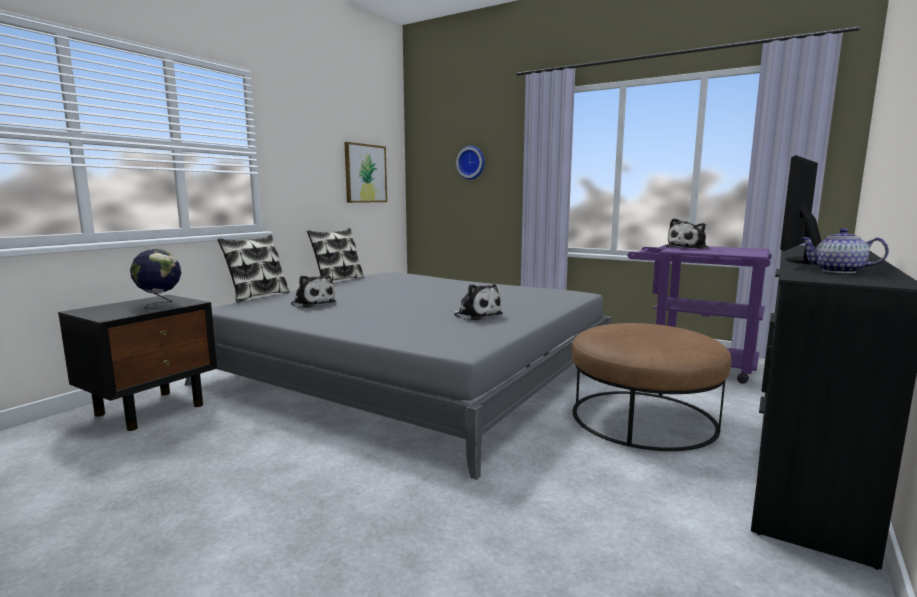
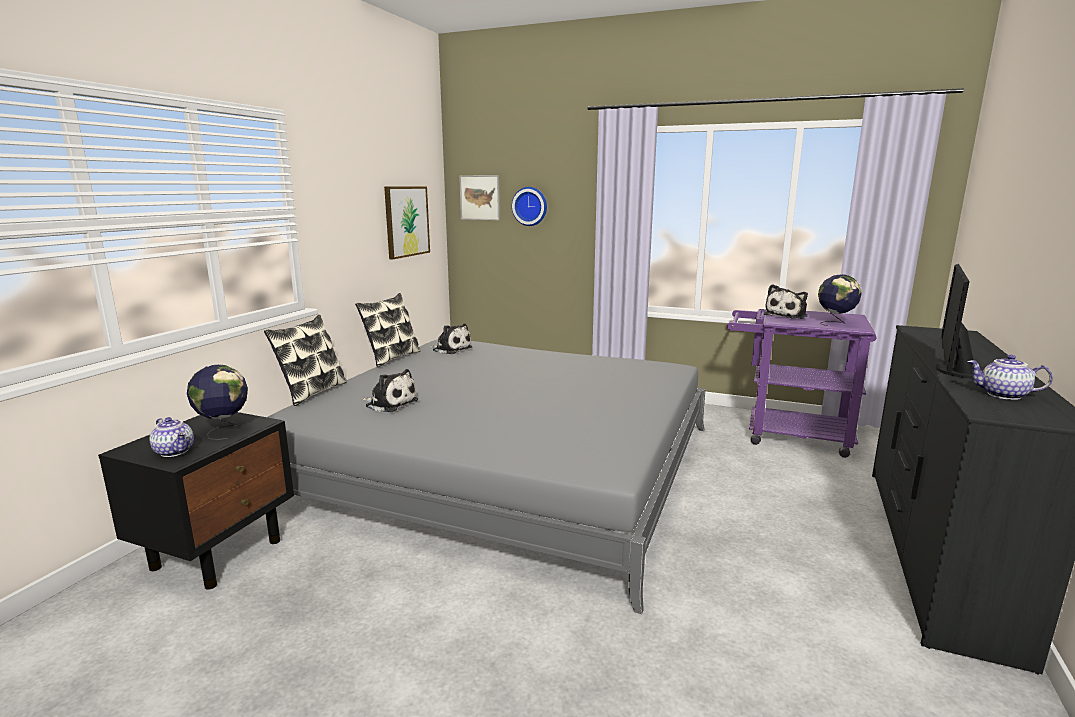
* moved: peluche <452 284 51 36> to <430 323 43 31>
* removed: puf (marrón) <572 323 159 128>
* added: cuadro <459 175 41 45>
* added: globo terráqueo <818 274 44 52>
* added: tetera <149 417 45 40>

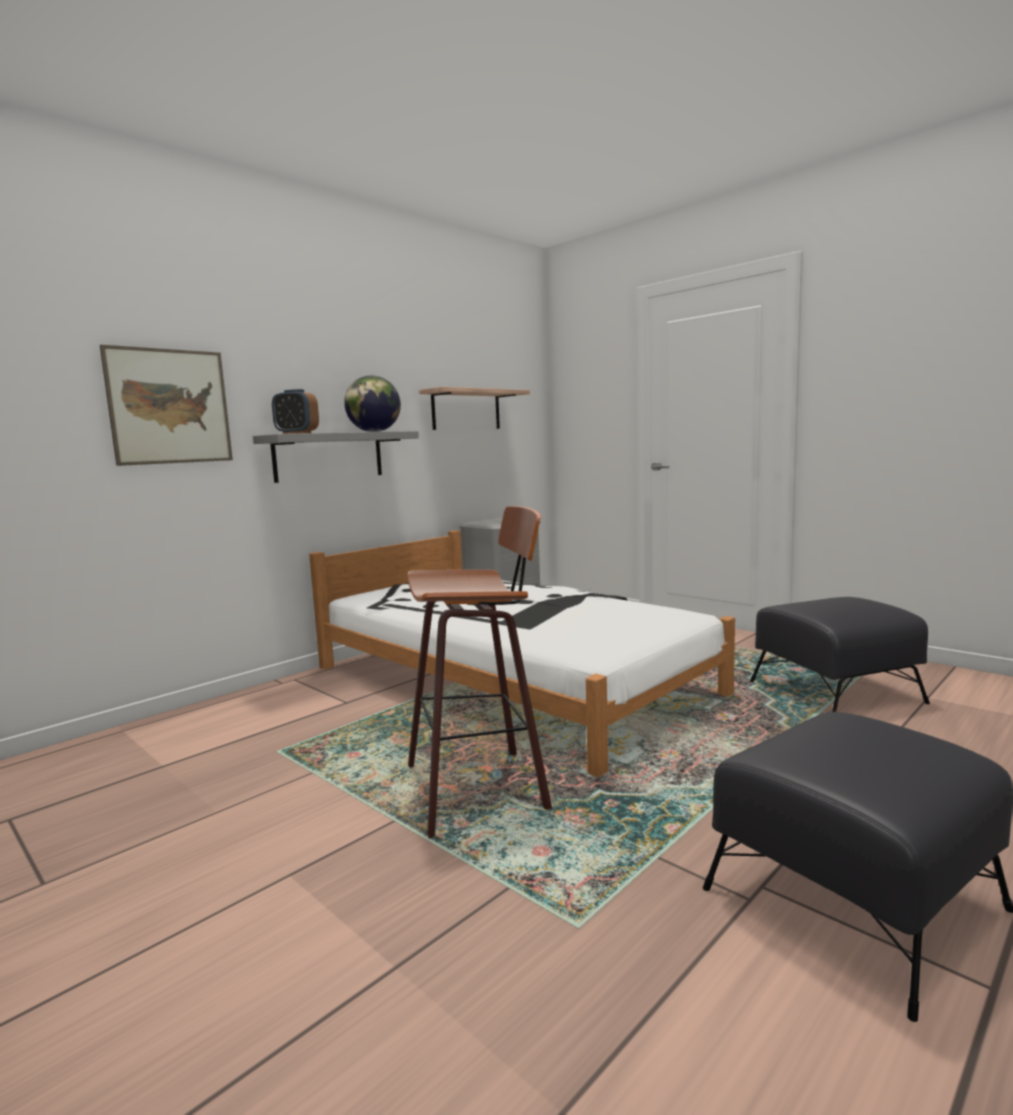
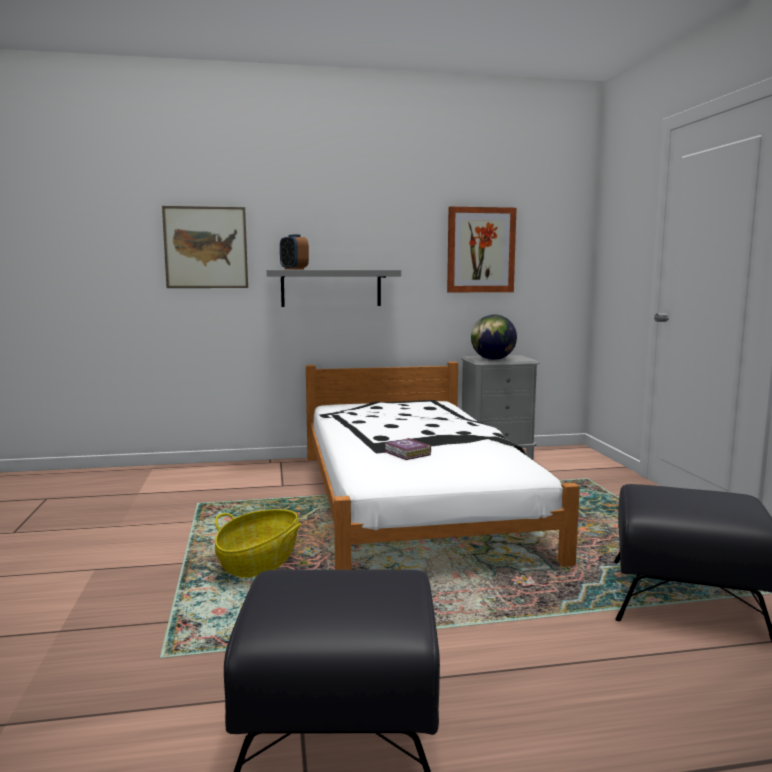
* moved: globo terráqueo <344 375 57 57> to <471 315 46 45>
* replaced: estante <419 387 111 43> to cuadro <447 207 69 85>
* replaced: taburete <407 506 145 333> to cesta <215 509 86 69>
* added: libro <384 438 47 22>

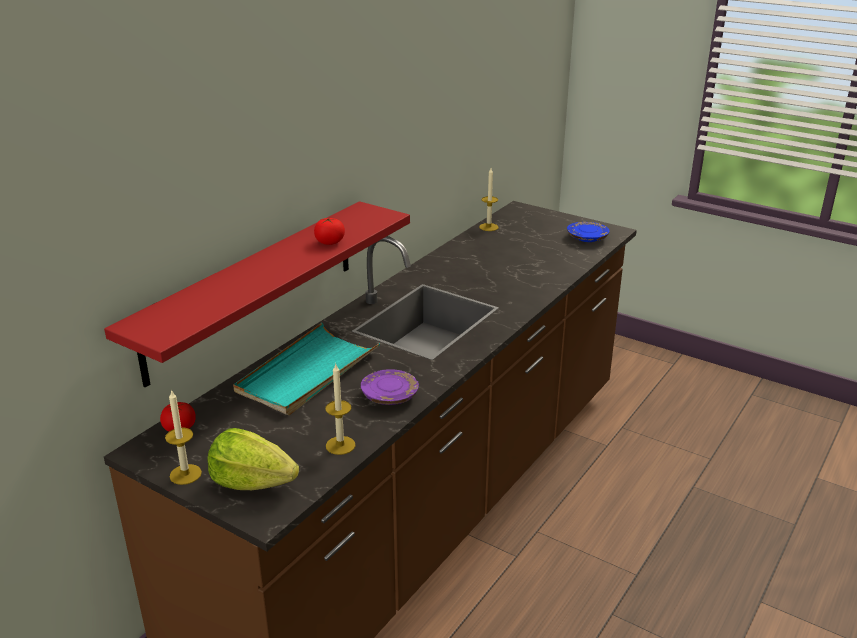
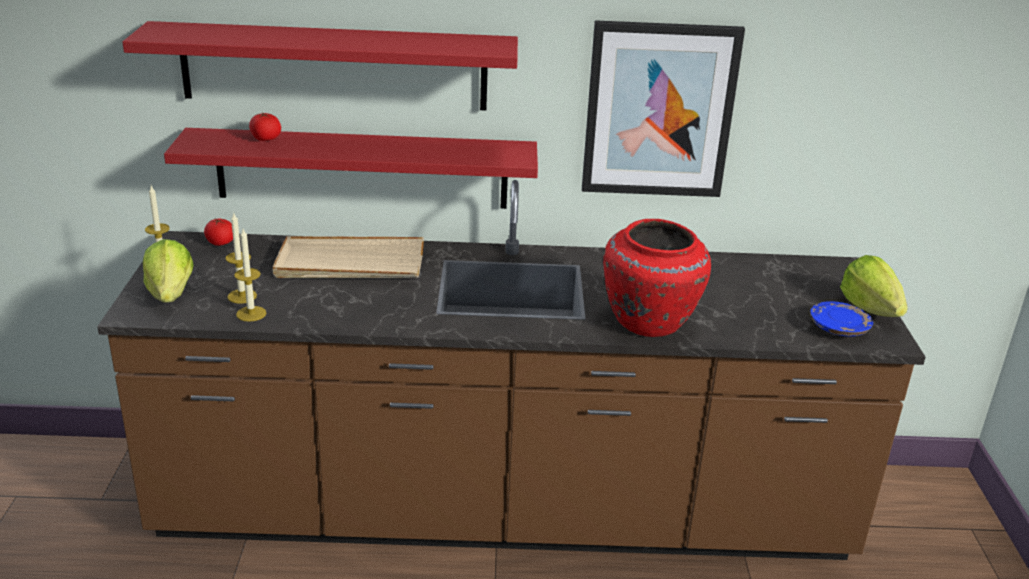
* moved: vela <479 169 19 62> to <225 213 32 90>
* moved: tomate <314 217 31 28> to <249 113 32 28>
* recoloured: bandeja (turquesa) <233 323 147 92> to bandeja (beis) <273 236 151 42>
* removed: plato (morado) <361 369 58 36>
* added: cuadro <582 20 163 177>
* added: estante (rojo) <122 21 396 89>
* added: florero (rojo) <603 219 108 118>
* added: lechuga <840 255 68 62>

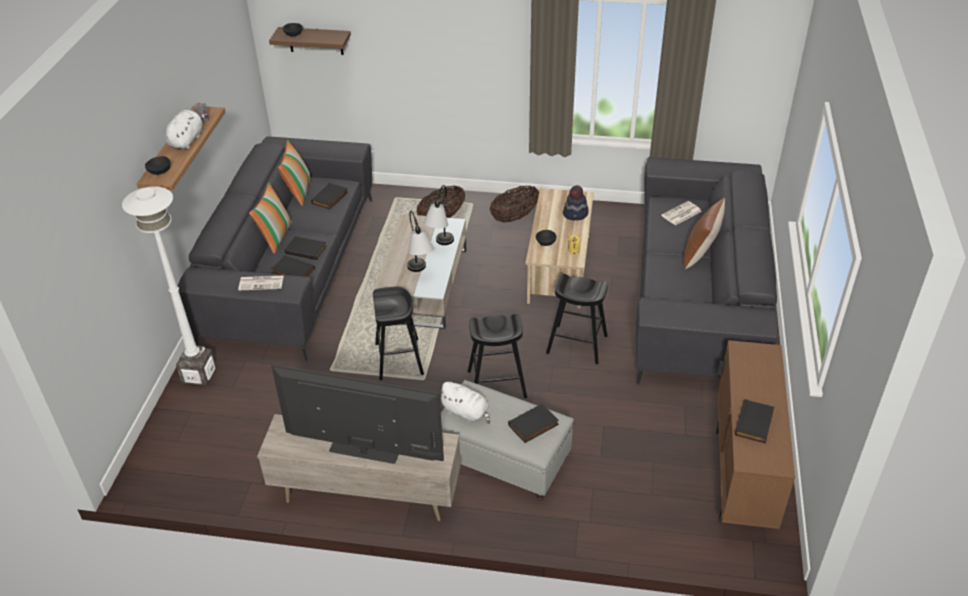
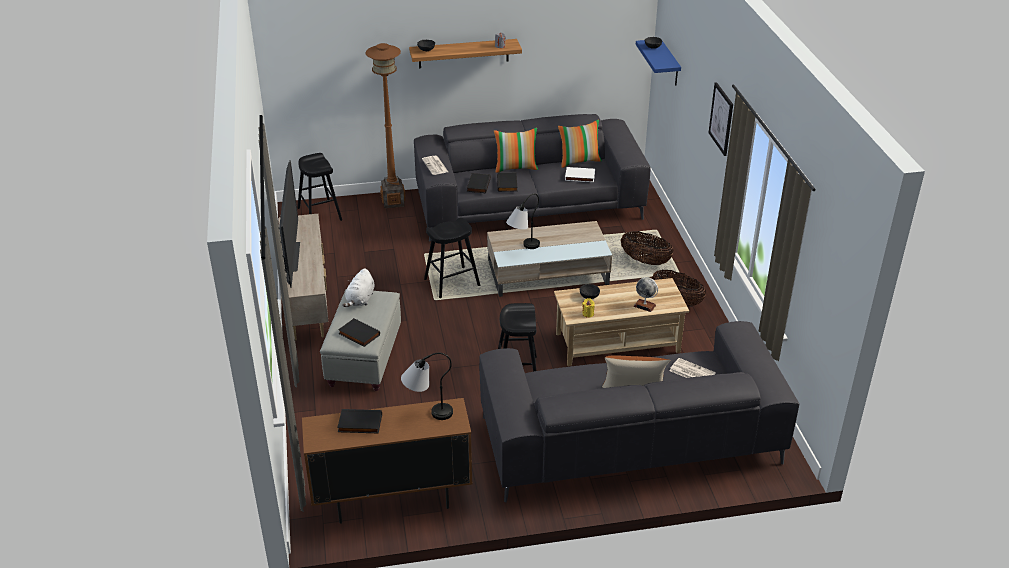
* recoloured: estante (marrón) <269 27 82 28> to estante (azul) <636 40 45 45>
* removed: peluche (blanco) <165 110 42 39>
* recoloured: libro (negro) <311 183 36 26> to libro (blanco) <565 167 30 15>
* moved: lámpara de mesa <423 185 31 60> to <401 353 52 67>
* replaced: sombrero <563 185 26 36> to globo terráqueo <633 277 25 35>
* recoloured: lámpara de pie (blanco) <122 186 94 201> to lámpara de pie (marrón) <365 43 41 165>
* moved: taburete (negro) <467 314 60 84> to <298 153 44 68>
* added: cuadro <709 82 24 74>

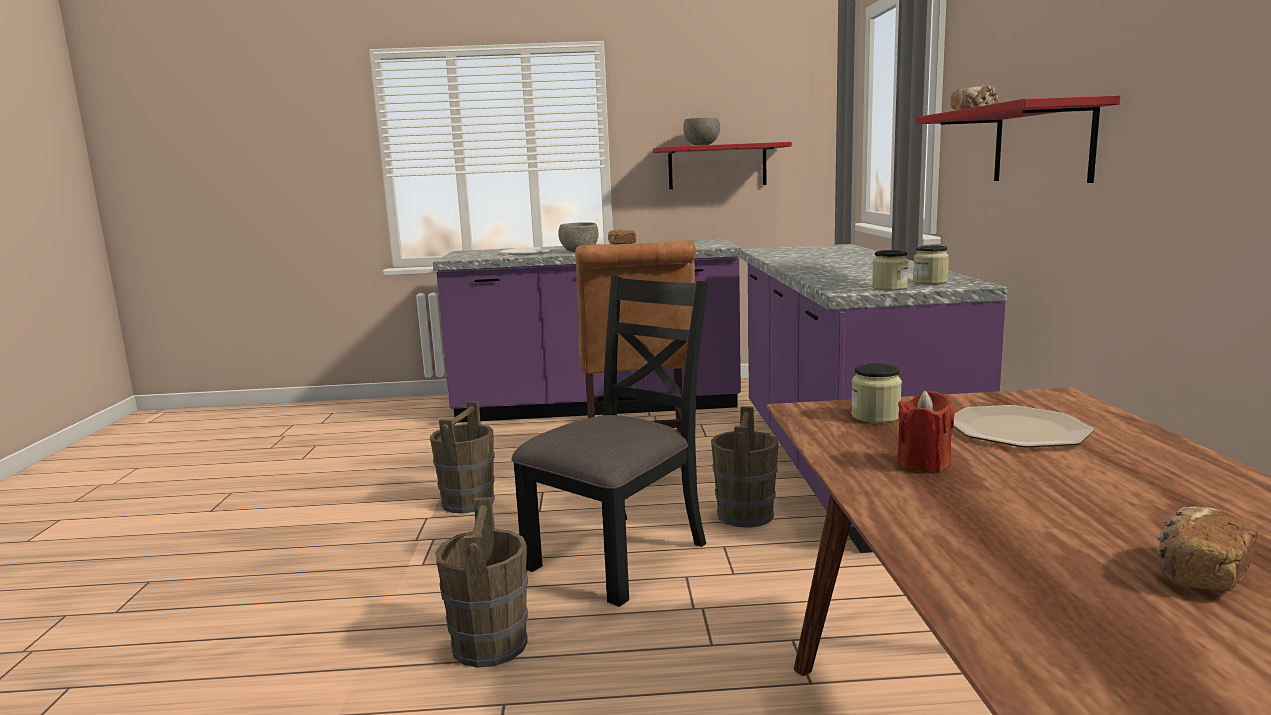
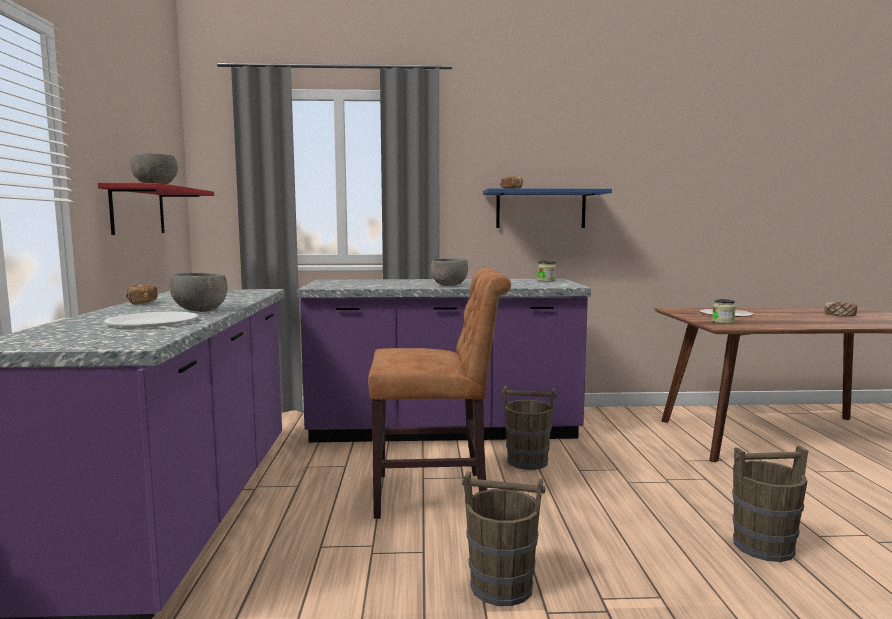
* recoloured: estante (rojo) <916 95 204 88> to estante (azul) <483 188 129 40>
* removed: tarro <872 250 37 41>
* removed: silla (negro) <511 275 197 332>
* removed: vela (rojo) <898 390 56 82>
* added: cuenco (gris) <431 258 37 28>

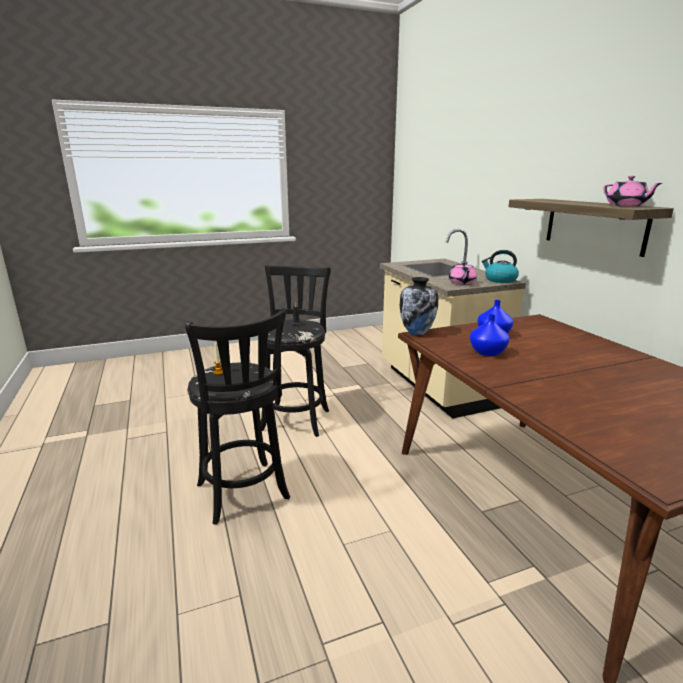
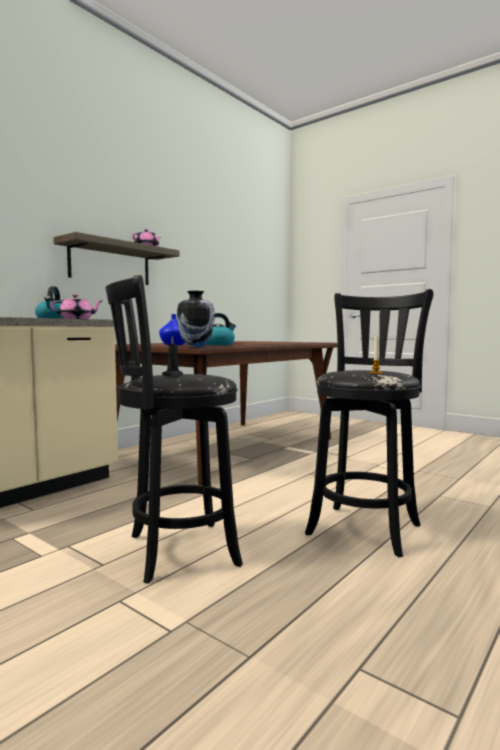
* replaced: florero (azul) <470 314 40 42> to hervidor <206 313 30 32>

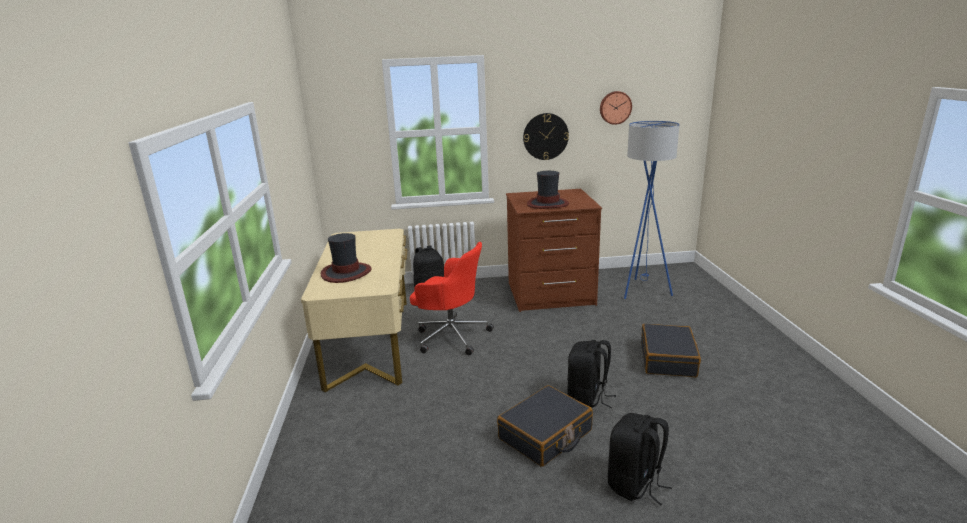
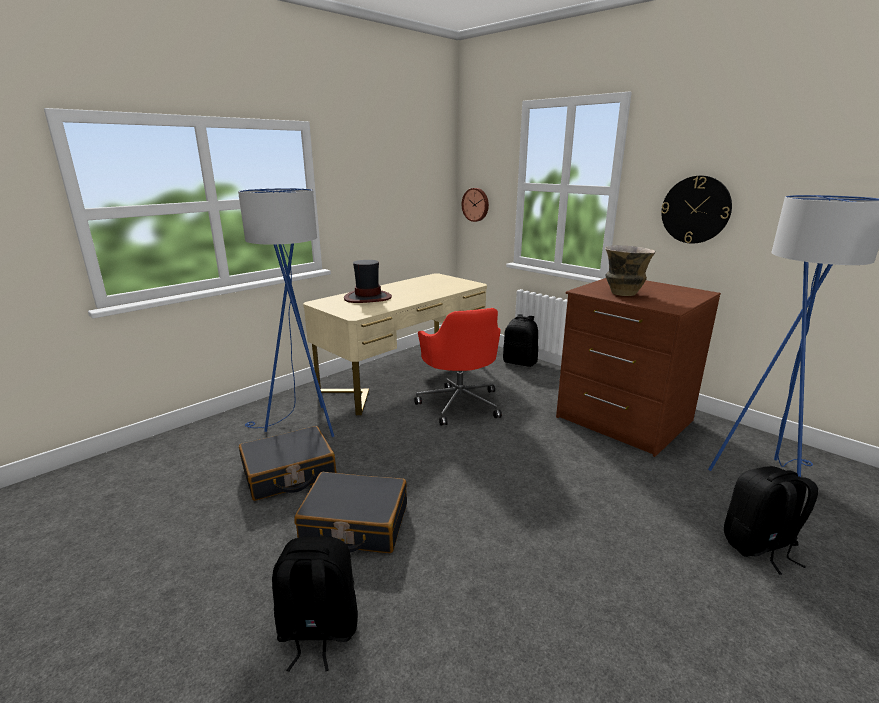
* moved: reloj de pared <600 91 32 34> to <462 188 27 34>
* replaced: sombrero <527 171 42 38> to florero <605 245 51 51>
* moved: maleta (negro) <641 324 60 53> to <239 426 97 75>
* moved: mochila (negro) <567 340 49 69> to <724 466 94 109>
* added: lámpara de pie (azul) <238 188 96 249>

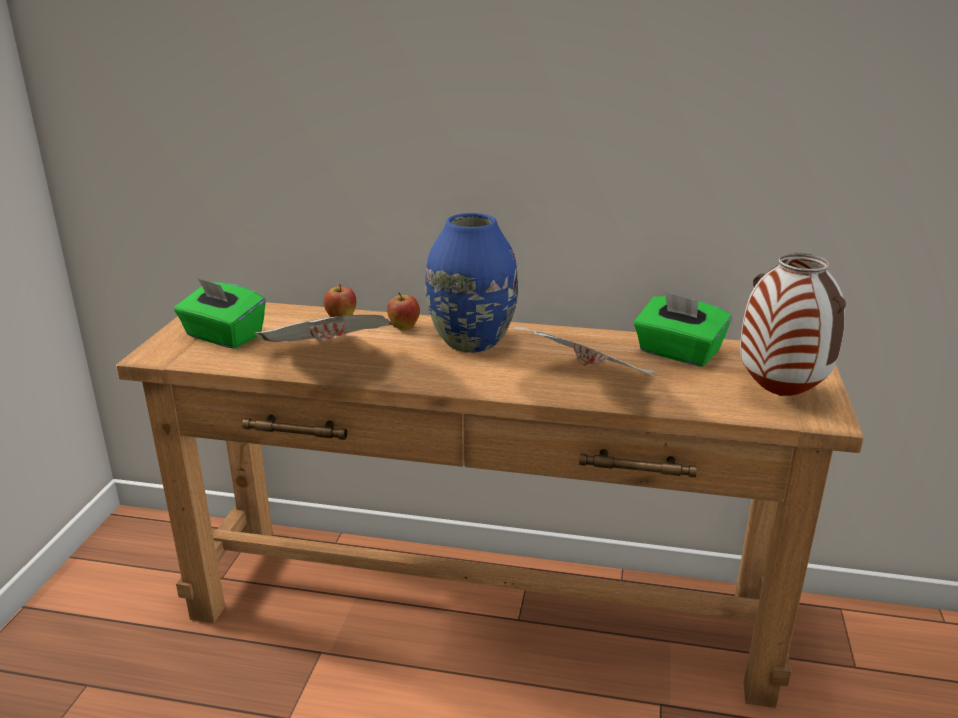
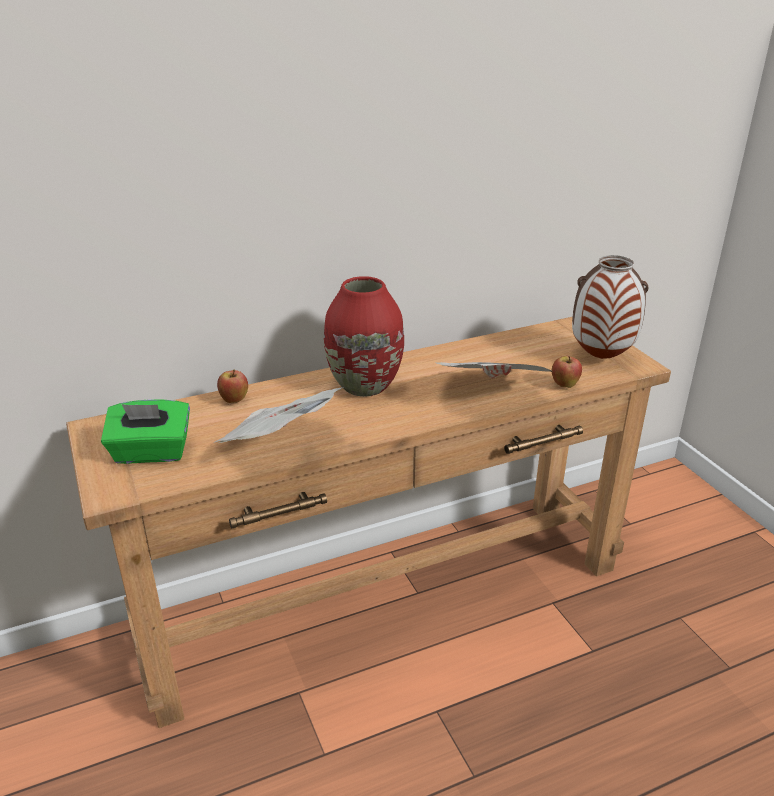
* recoloured: florero (azul) <425 213 93 140> to florero (rojo) <324 276 80 121>
* removed: caja de pañuelos (verde) <634 292 98 75>
* moved: manzana <387 293 33 37> to <552 356 30 32>

